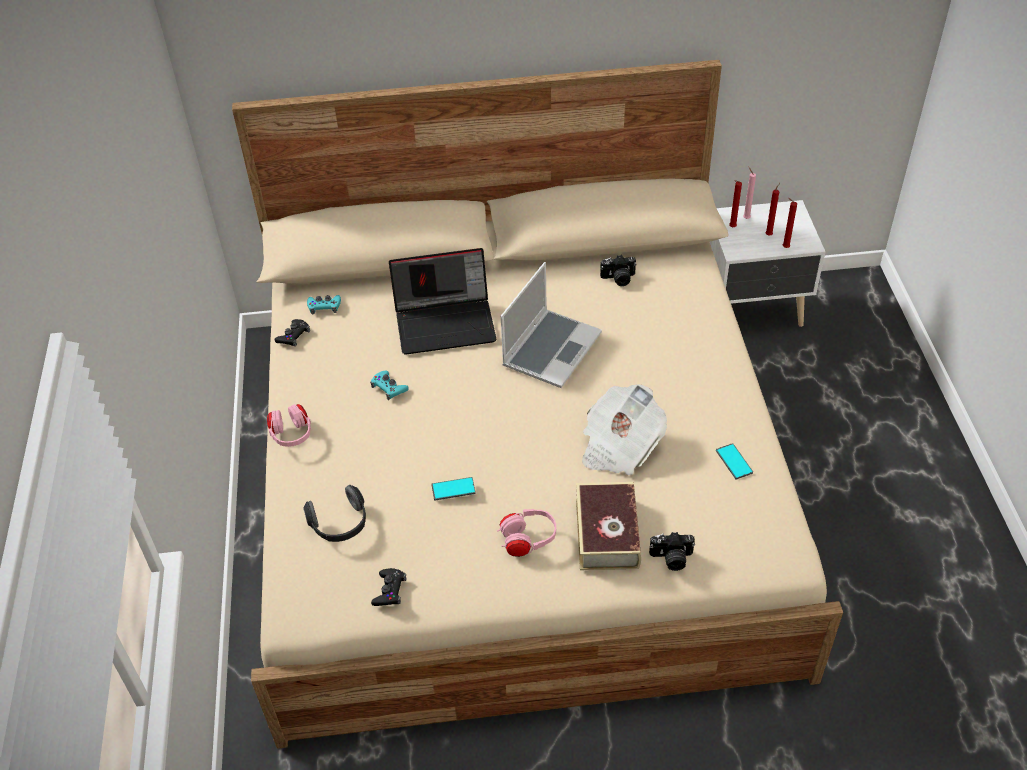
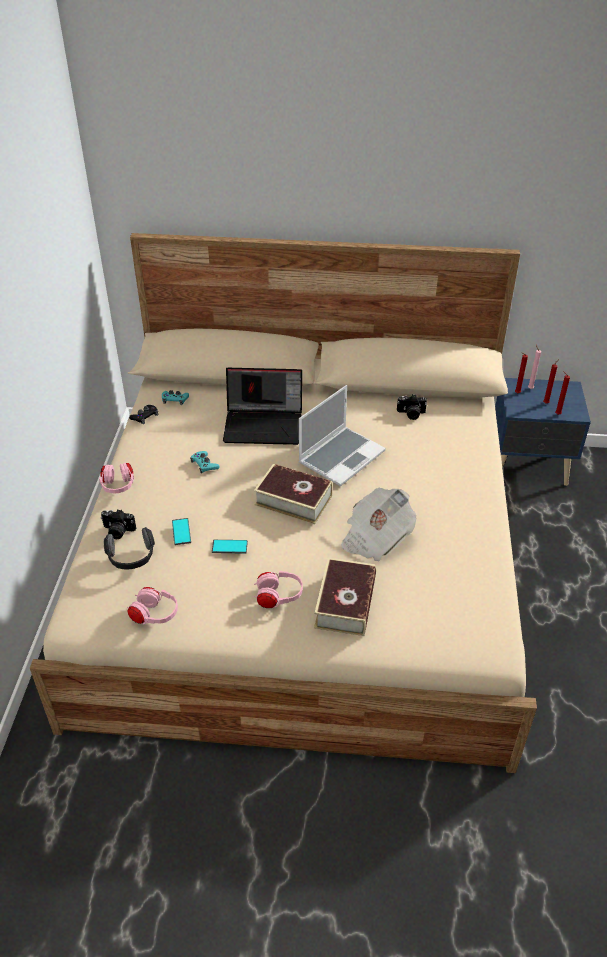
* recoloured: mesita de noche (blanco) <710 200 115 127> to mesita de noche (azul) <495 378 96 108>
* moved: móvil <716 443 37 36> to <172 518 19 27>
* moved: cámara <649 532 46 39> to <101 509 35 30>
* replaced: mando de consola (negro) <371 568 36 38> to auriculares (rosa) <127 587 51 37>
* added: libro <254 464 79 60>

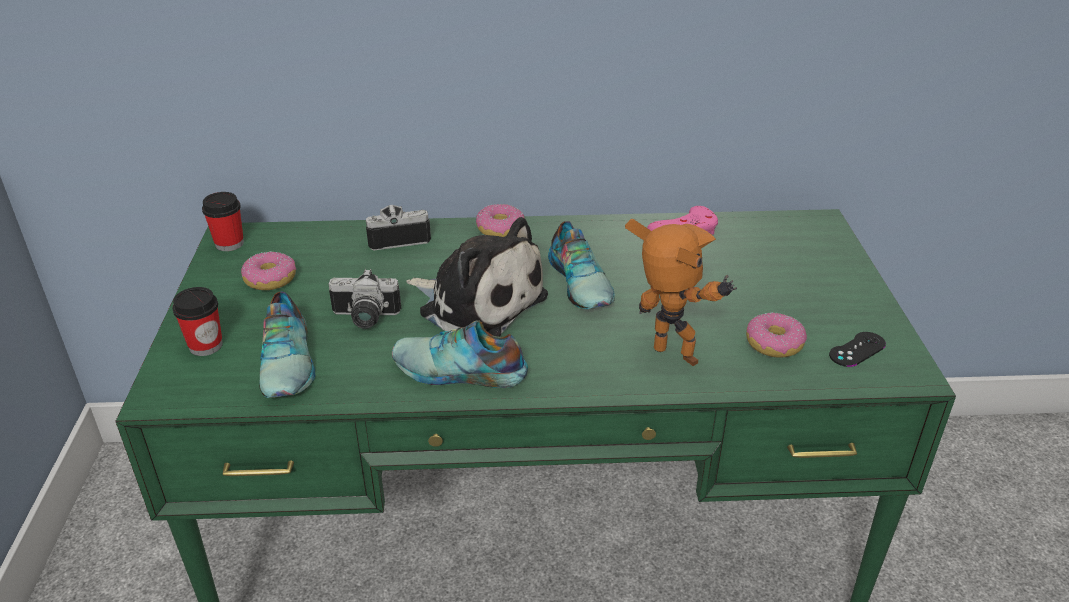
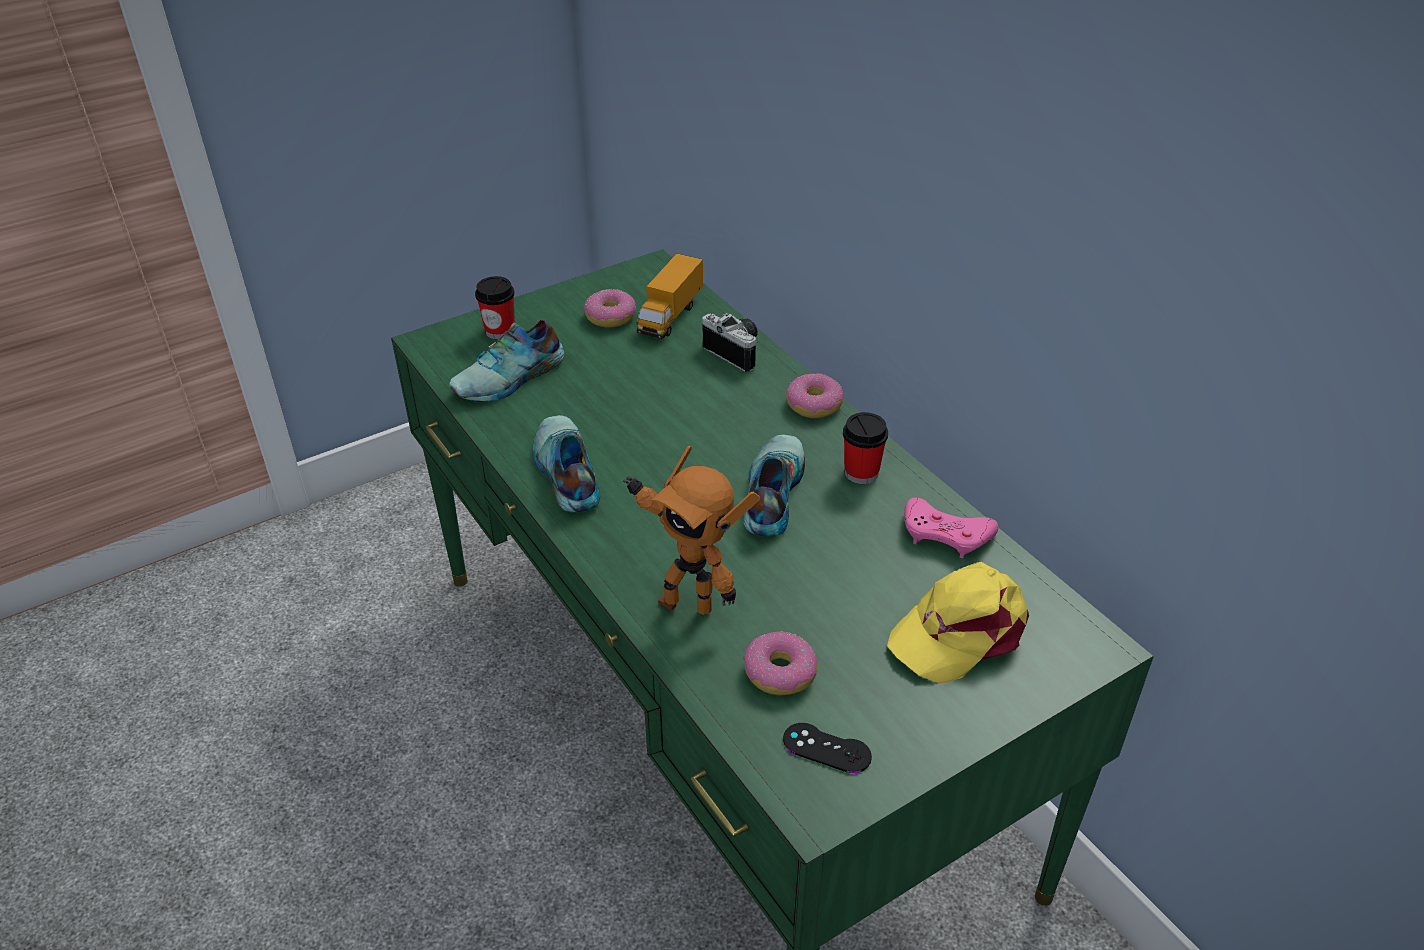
* moved: taza <202 192 42 59> to <843 412 45 72>
* removed: peluche <406 217 142 120>
* turned: robot de juguete <625 219 112 147> = <623 445 137 170> 105 degrees clockwise
* turned: zapato <548 221 67 88> = <743 434 62 103> 150 degrees clockwise
* removed: cámara <328 269 73 60>
* added: camión de juguete <637 253 66 86>
* added: gorra (amarillo) <887 562 142 122>

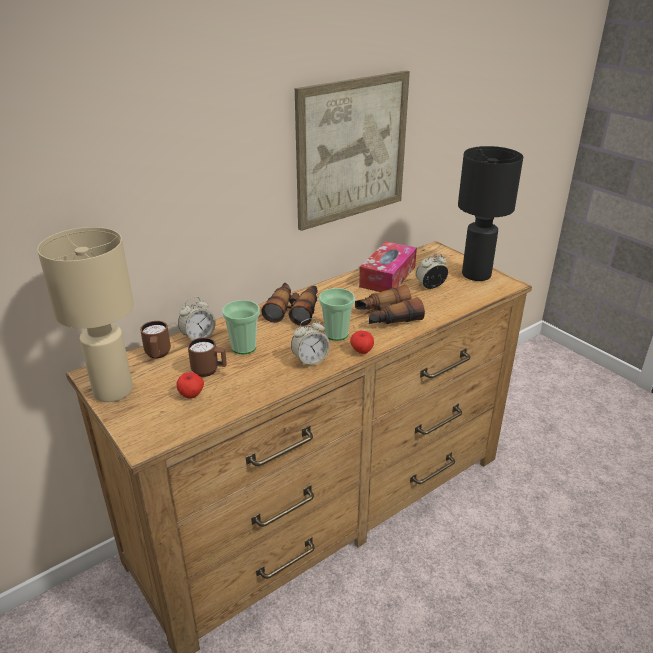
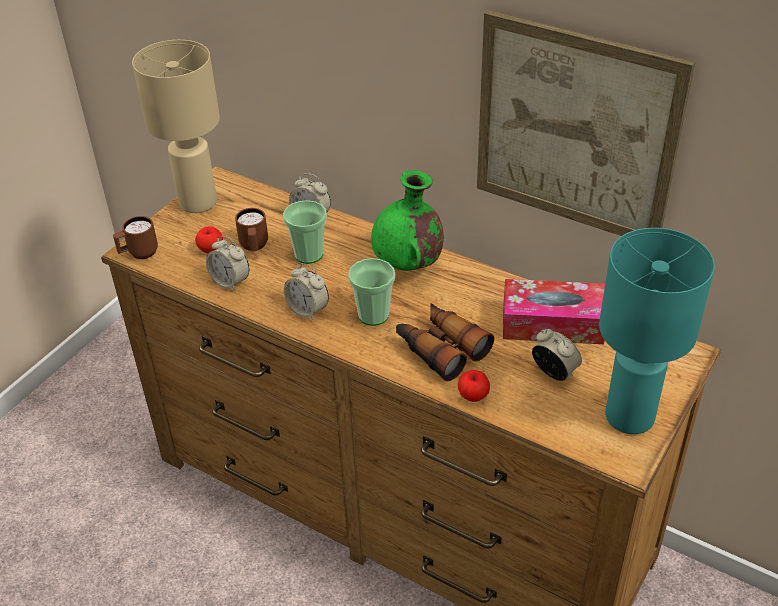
* recoloured: lámpara de mesa (negro) <458 146 65 135> to lámpara de mesa (turquesa) <599 228 116 206>
* replaced: prismáticos <261 283 57 43> to florero (verde) <371 170 73 101>
* moved: taza grande (marrón) <140 321 31 37> to <113 216 45 43>
* moved: manzana <350 331 24 23> to <458 370 32 32>
* added: despertador <206 236 43 56>

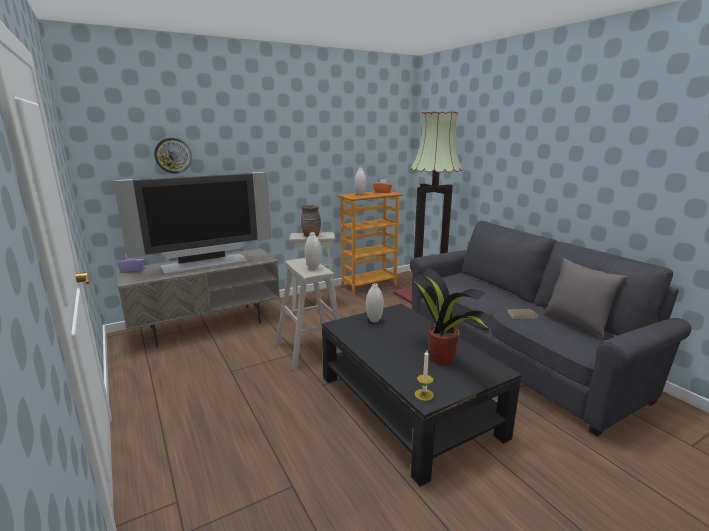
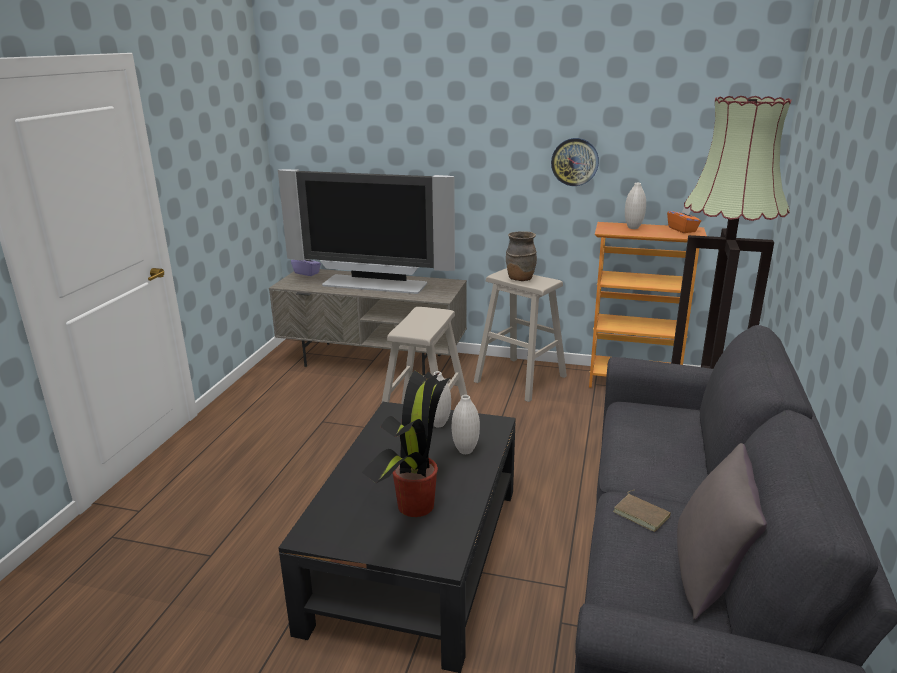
* moved: reloj de pared <154 138 38 36> to <551 138 48 48>
* moved: florero (blanco) <305 232 17 37> to <452 395 28 59>
* removed: vela <415 351 19 50>

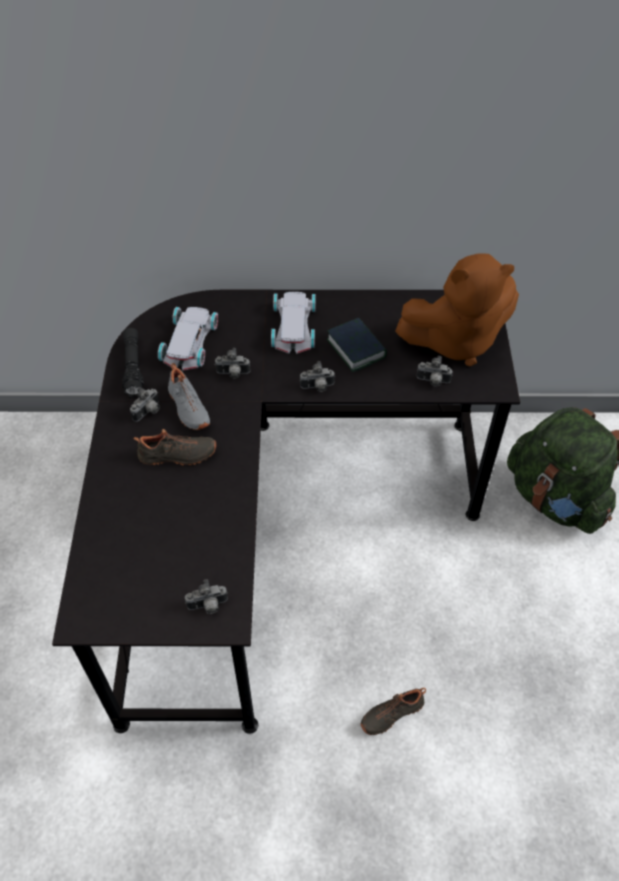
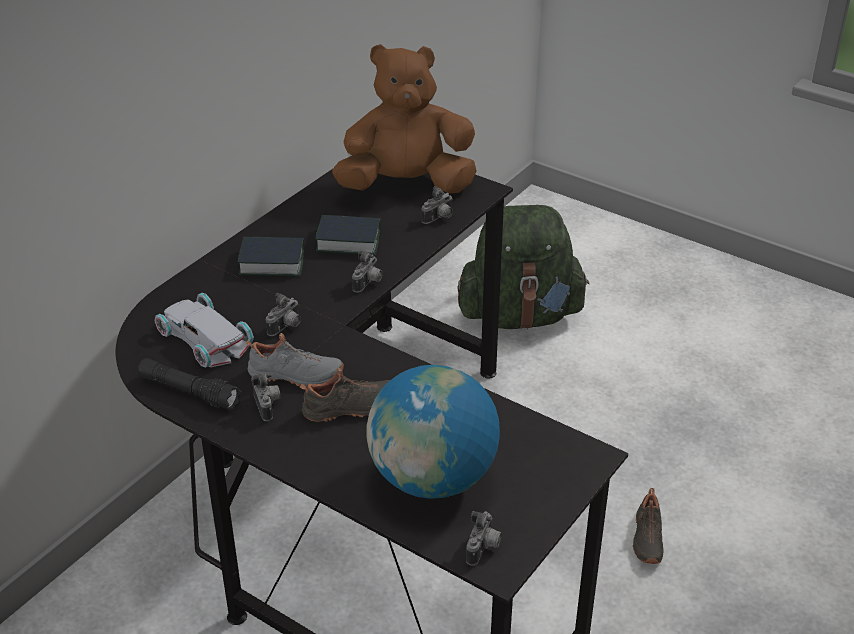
* turned: peluche (marrón) <395 254 124 113> = <332 44 145 150> 120 degrees counterclockwise
* replaced: coche de juguete (blanco) <271 292 45 62> to libro <238 237 66 39>
* turned: zapato (negro) <133 429 83 36> = <300 368 90 54> 45 degrees clockwise
* moved: cámara <185 579 43 35> to <466 511 36 55>
* added: globo terráqueo <367 365 133 134>

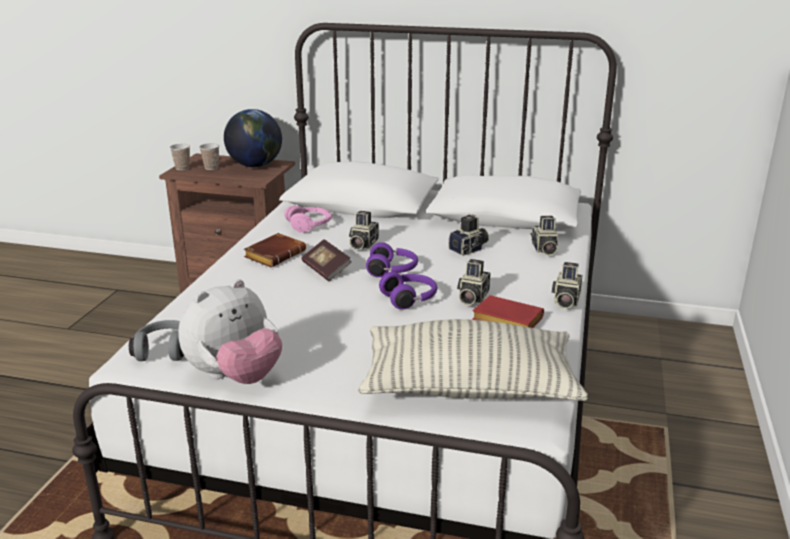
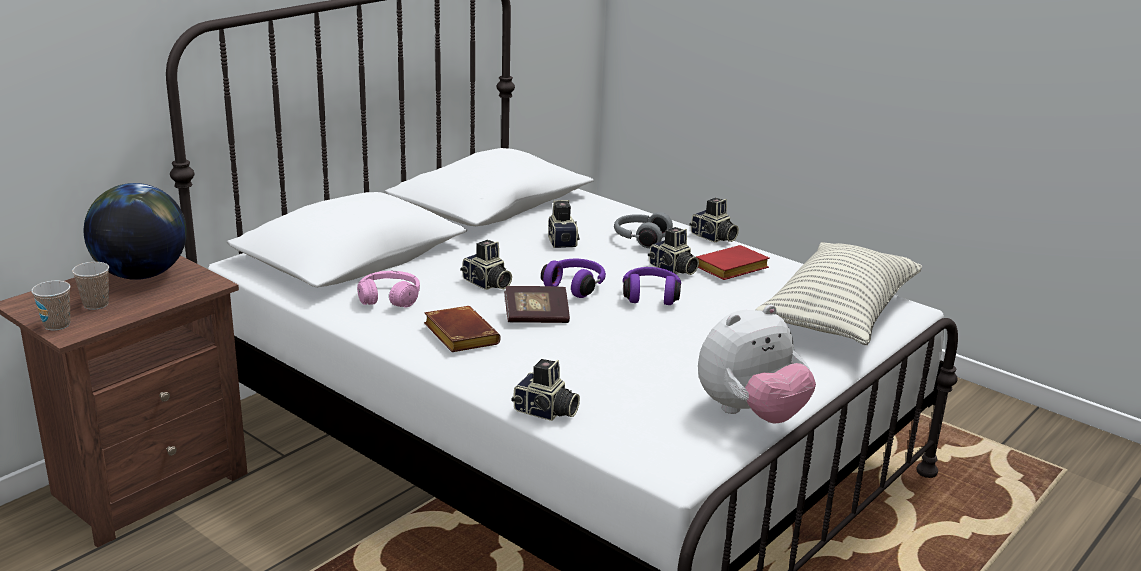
* moved: cámara <531 216 27 40> to <511 359 69 62>
* turned: peluche <178 279 104 105> = <698 304 118 120> 75 degrees clockwise
* moved: auriculares (gris) <129 320 55 41> to <614 212 59 36>

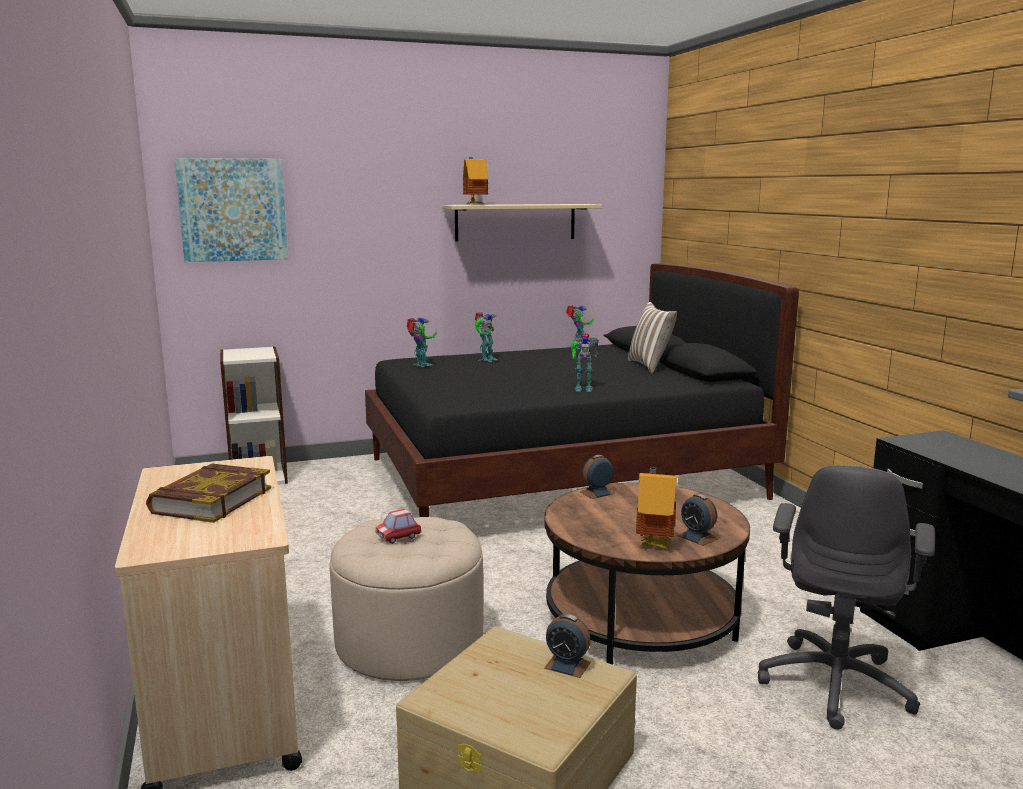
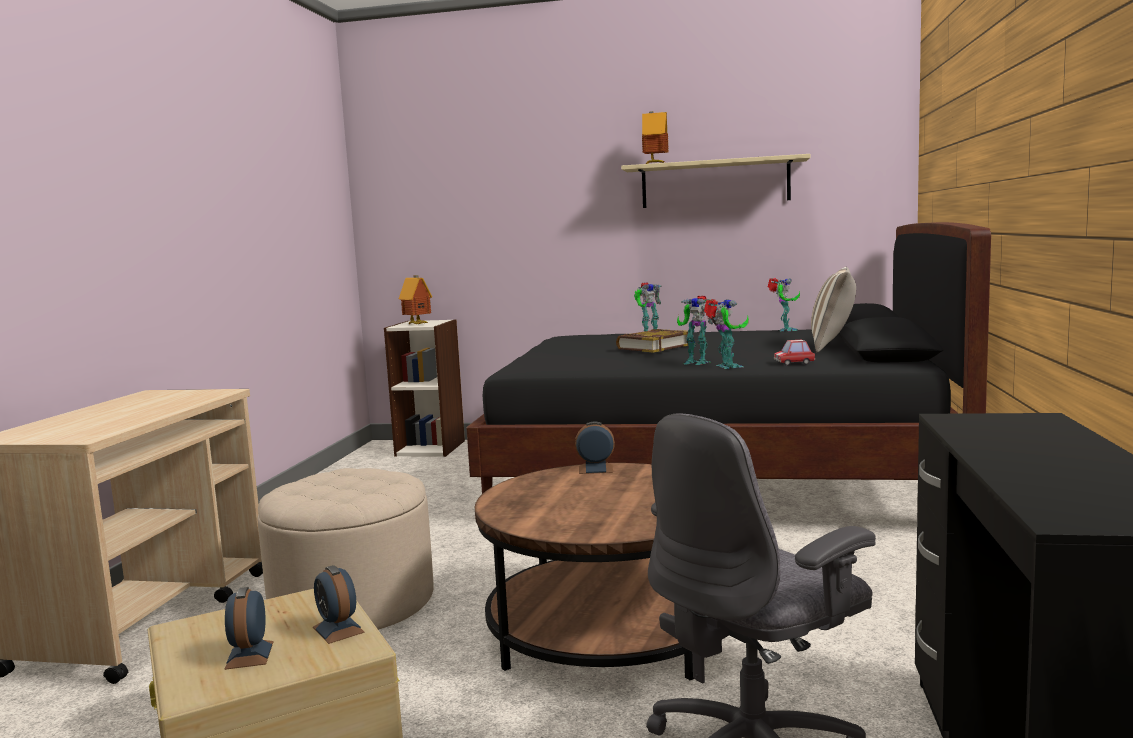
* removed: cuadro <175 158 113 104>
* moved: robot de juguete <407 318 29 49> to <704 299 45 70>
* moved: libro <146 464 125 59> to <616 329 77 24>
* moved: casita <636 467 41 82> to <399 275 33 49>
* moved: despertador <677 494 41 52> to <225 587 49 83>
* moved: coche de juguete <375 509 46 35> to <774 340 41 26>

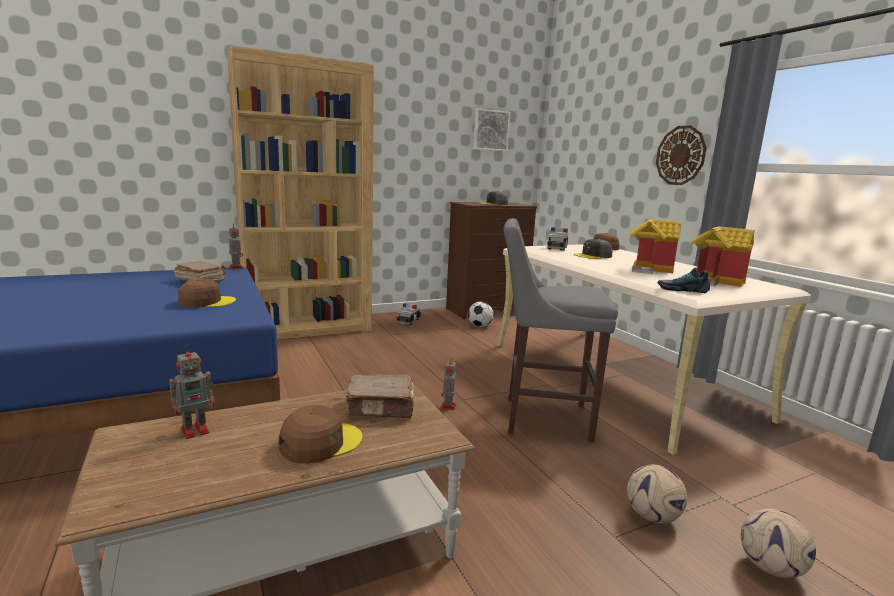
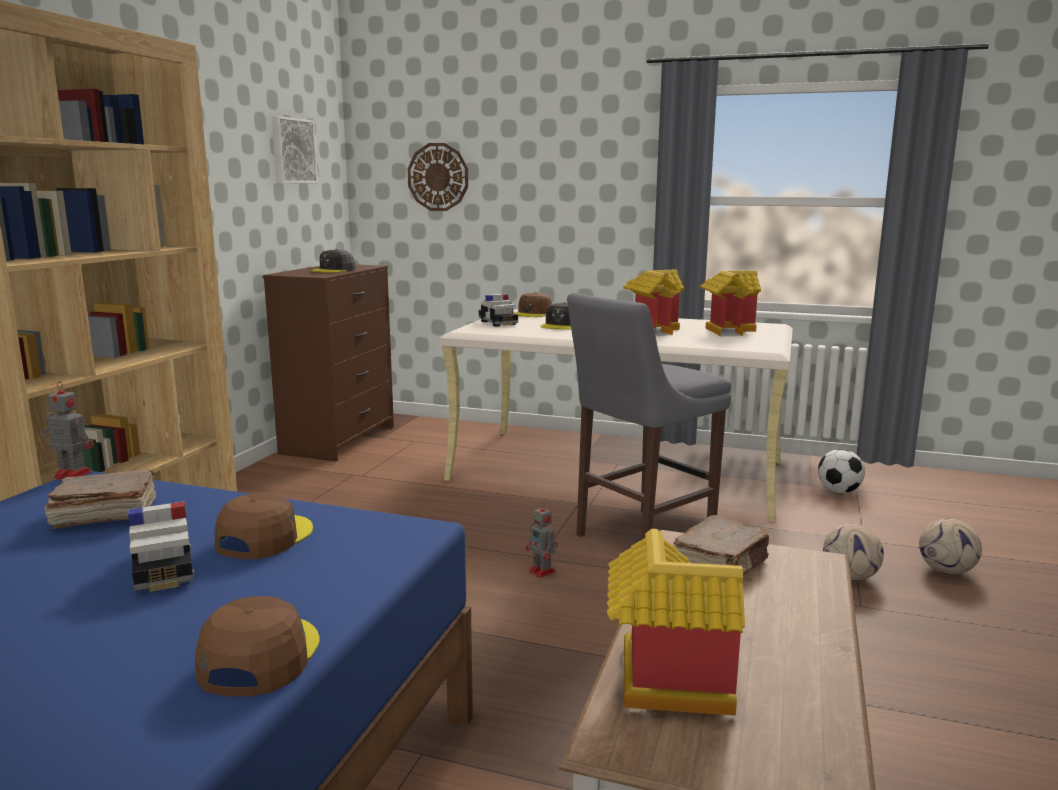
* moved: reloj de pared <656 125 51 60> to <408 143 60 68>
* removed: zapato <658 267 52 26>
* moved: balón de fútbol <468 302 25 25> to <818 449 47 44>
* moved: coche de juguete <397 303 24 22> to <128 502 67 90>
* replaced: robot de juguete <169 344 46 95> to casita <607 529 138 187>
* moved: gorra (marrón) <279 405 83 59> to <195 596 125 100>

